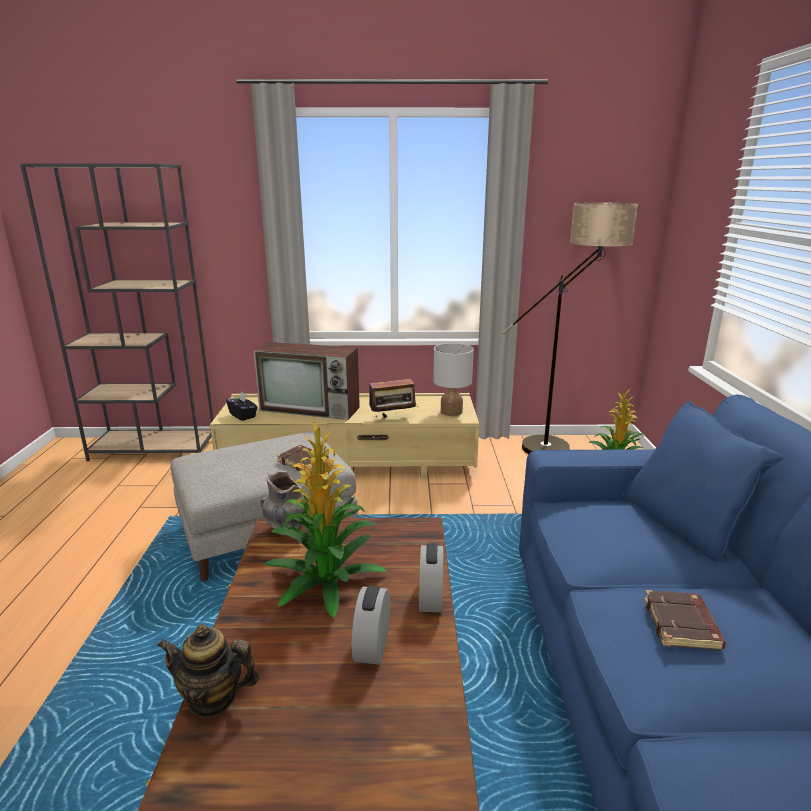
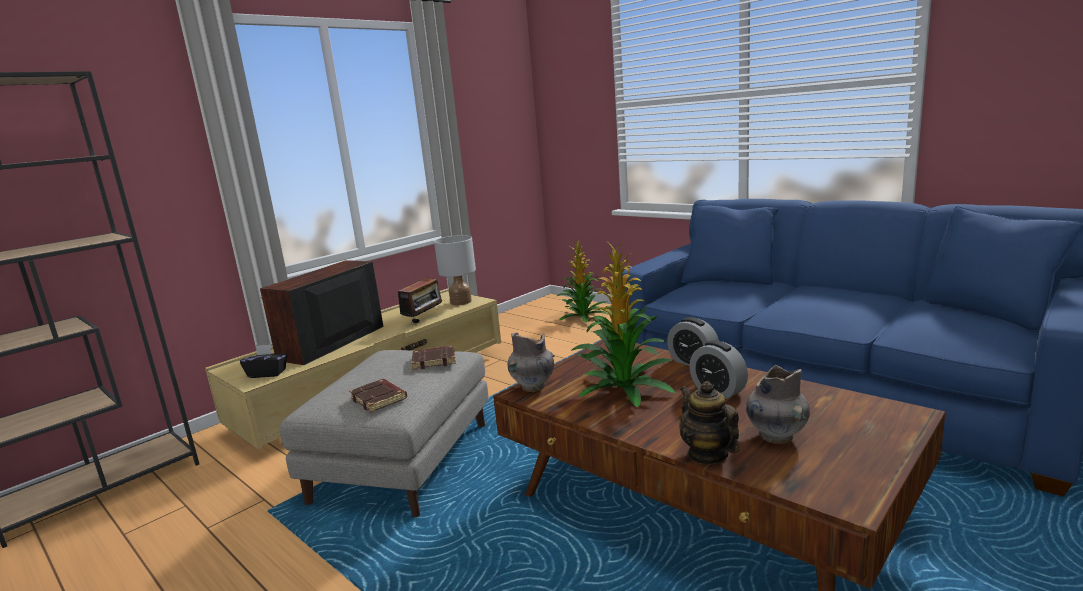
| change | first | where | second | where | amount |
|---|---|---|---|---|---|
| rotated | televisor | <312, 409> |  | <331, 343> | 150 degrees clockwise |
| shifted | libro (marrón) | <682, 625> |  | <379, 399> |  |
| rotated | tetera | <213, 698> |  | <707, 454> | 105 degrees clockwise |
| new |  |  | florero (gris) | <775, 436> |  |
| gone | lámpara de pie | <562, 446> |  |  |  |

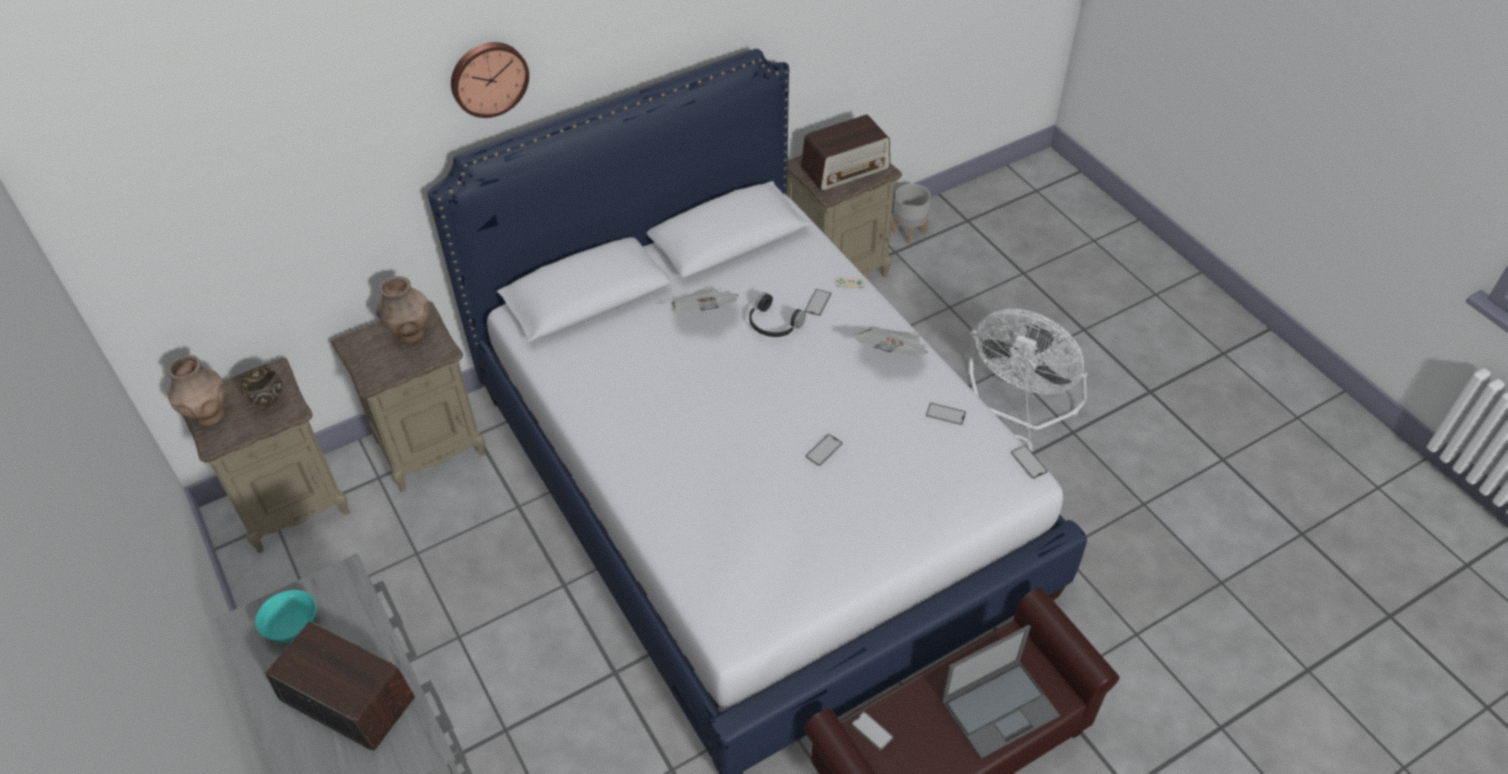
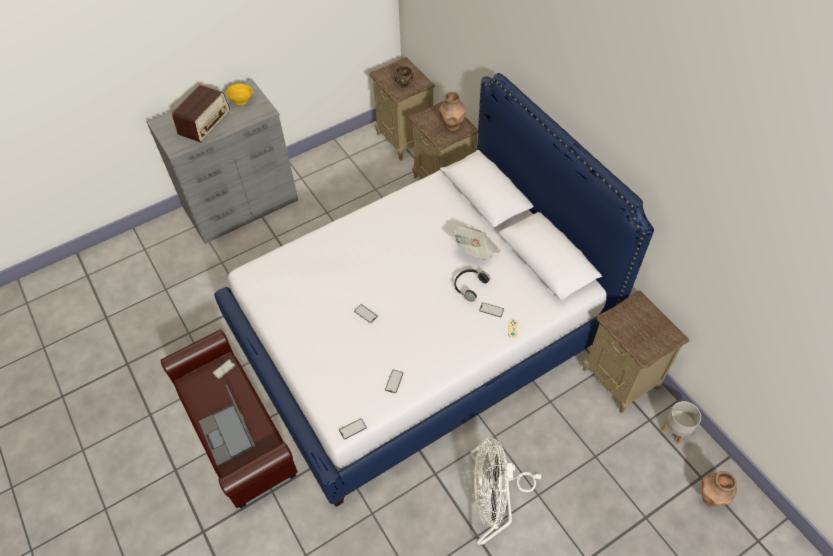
| change | first | where | second | where | amount |
|---|---|---|---|---|---|
| repainted | cuenco (turquesa) | <294, 628> | cuenco (amarillo) | <242, 101> |  |
| rotated | ventilador (blanco) | <1017, 409> |  | <496, 496> | 150 degrees clockwise |
| shifted | florero (marrón) | <210, 415> |  | <710, 497> |  |
| gone | reloj de pared | <488, 78> |  |  |  |
| gone | radio | <845, 168> |  |  |  |
| gone | periódico | <892, 354> |  |  |  |

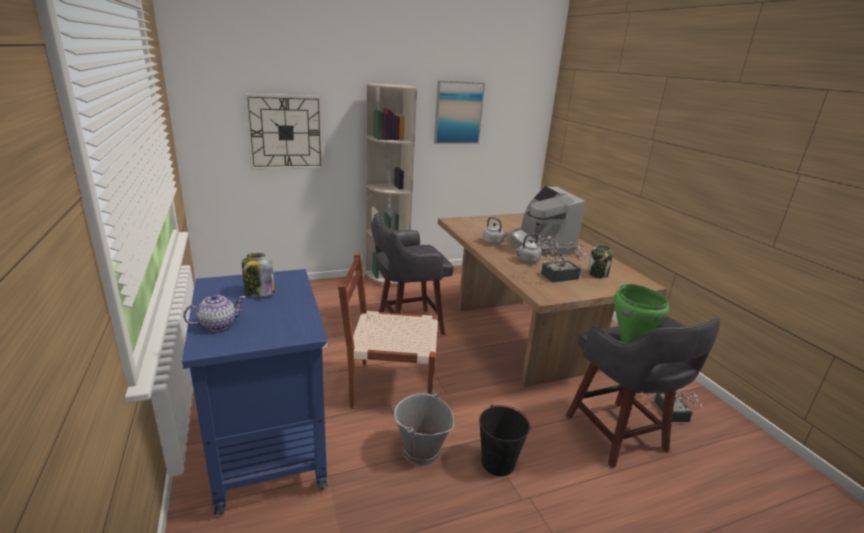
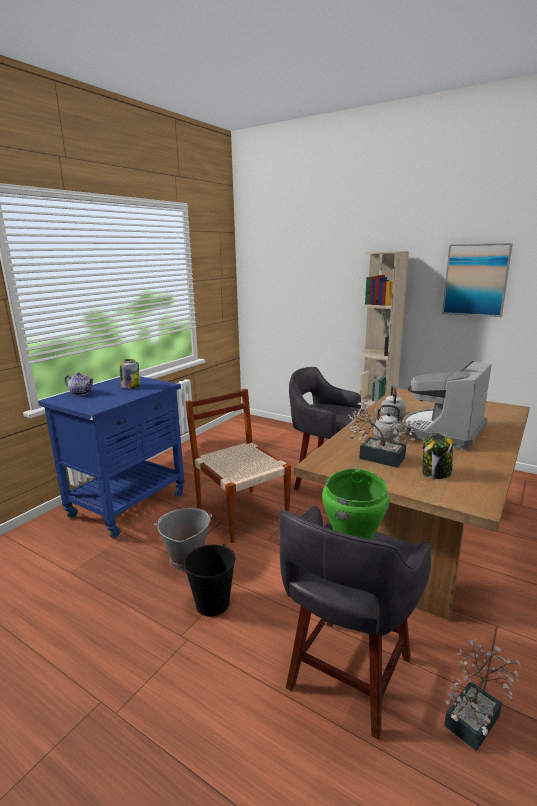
| change | first | where | second | where | amount |
|---|---|---|---|---|---|
| gone | reloj de pared | <285, 132> |  |  |  |

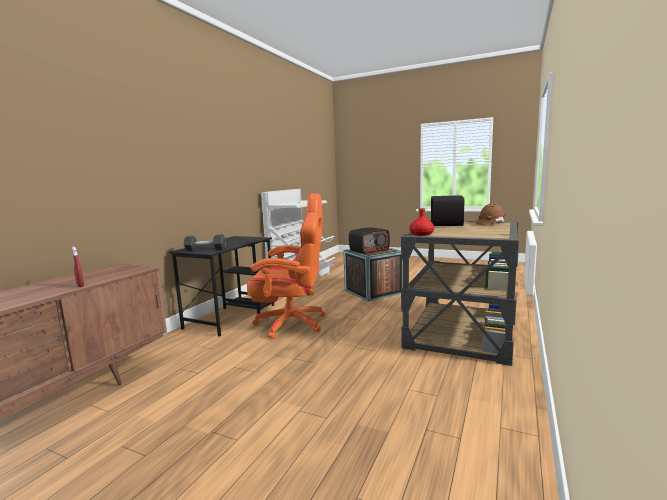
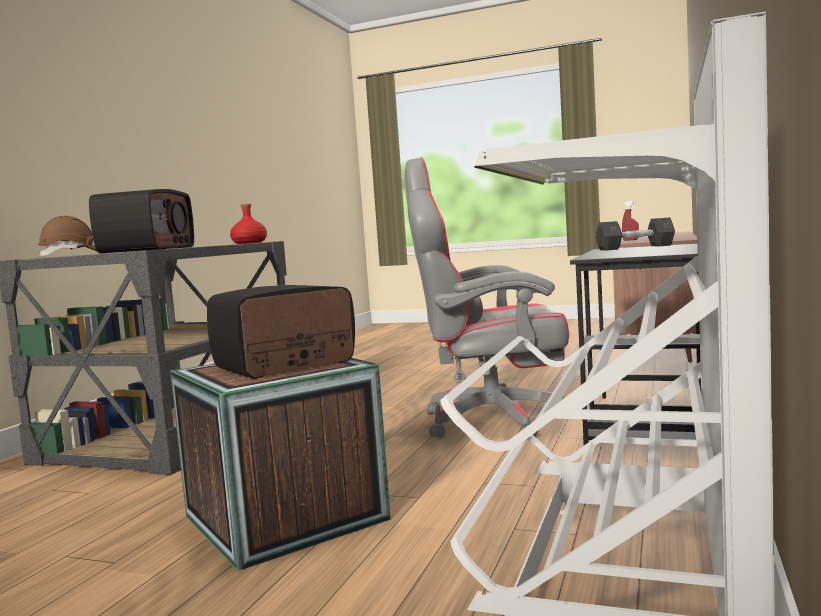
| change | first | where | second | where | amount |
|---|---|---|---|---|---|
| repainted | silla de oficina (naranja) | <290, 324> | silla de oficina (gris) | <493, 420> |  |

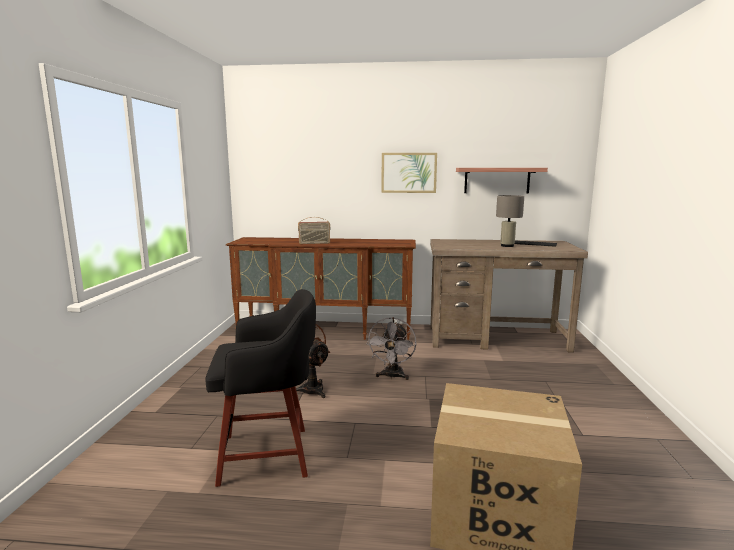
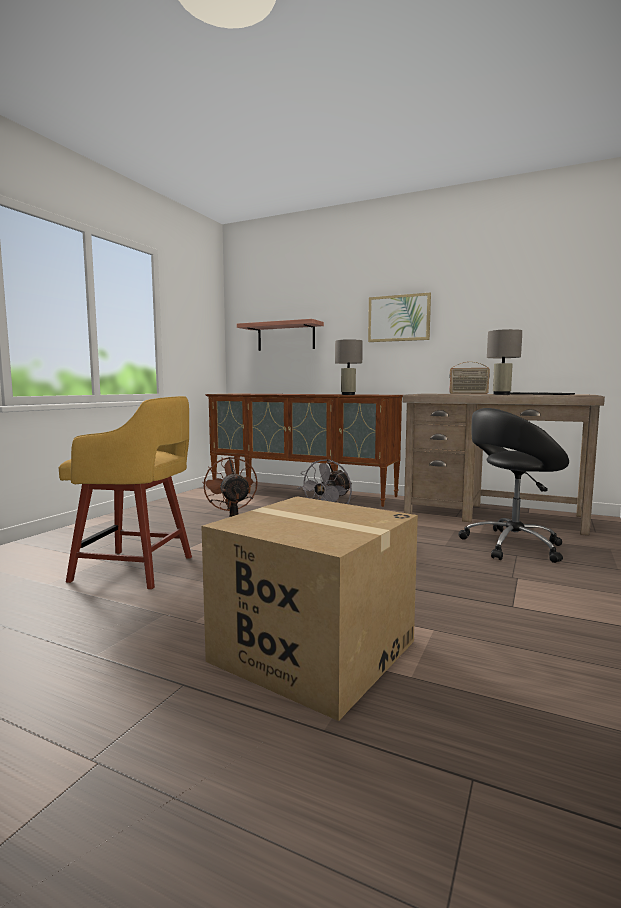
| change | first | where | second | where | amount |
|---|---|---|---|---|---|
| repainted | taburete (negro) | <268, 455> | taburete (amarillo) | <136, 569> |  |
| shifted | estante | <497, 180> |  | <286, 337> |  |
| new |  |  | lámpara de mesa (gris) | <348, 394> |  |
| shifted | radio | <314, 243> |  | <468, 393> |  |
| new |  |  | silla de oficina (negro) | <510, 546> |  |

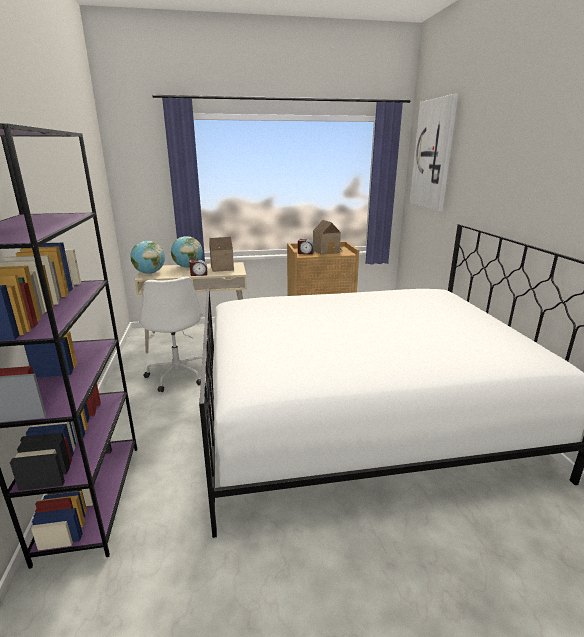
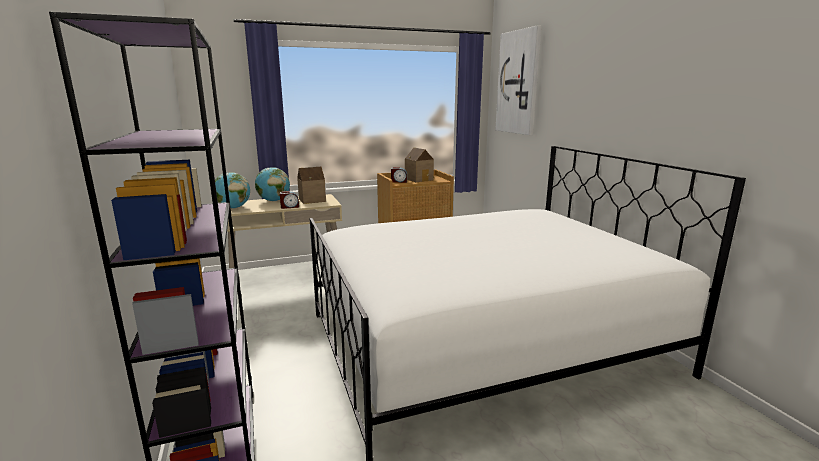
| change | first | where | second | where | amount |
|---|---|---|---|---|---|
| gone | silla de oficina (blanco) | <178, 377> |  |  |  |

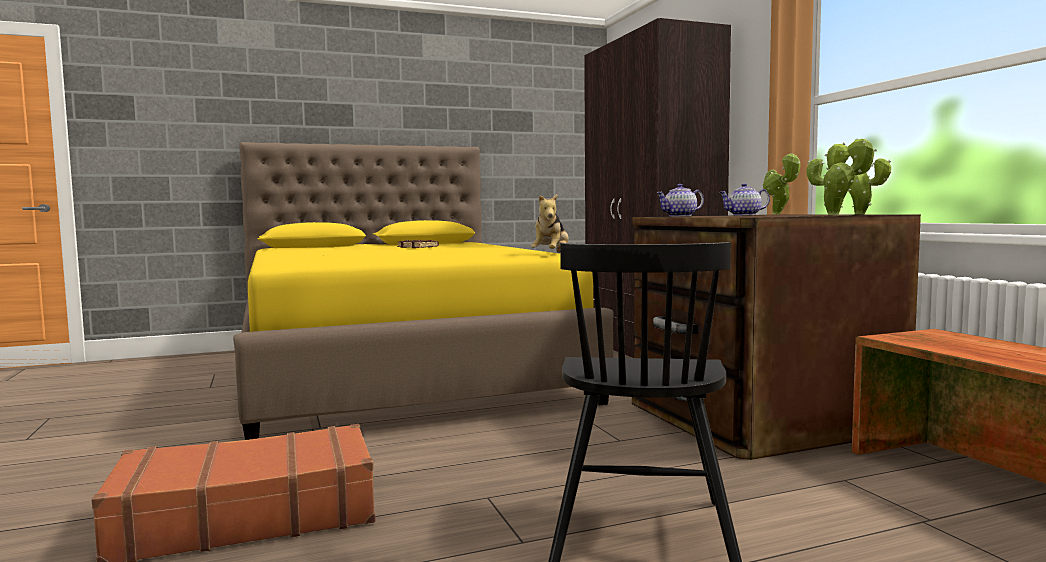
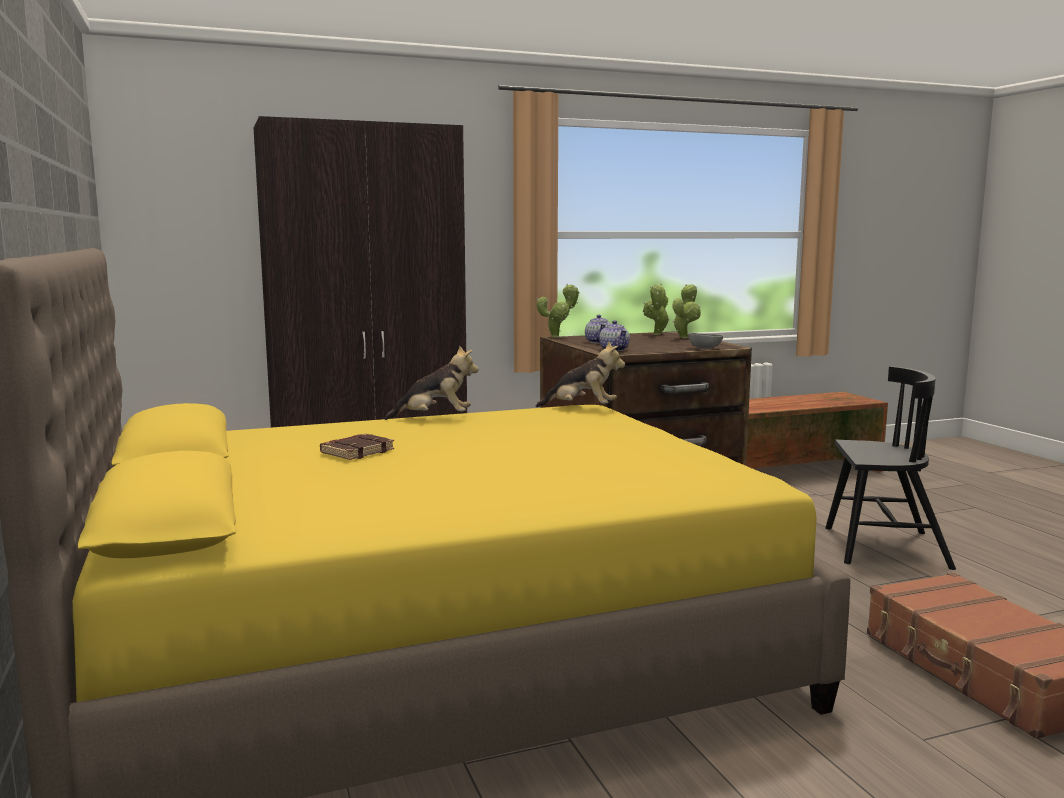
| change | first | where | second | where | amount |
|---|---|---|---|---|---|
| new |  |  | peluche | <435, 418> |  |
| new |  |  | cuenco (gris) | <704, 348> |  |

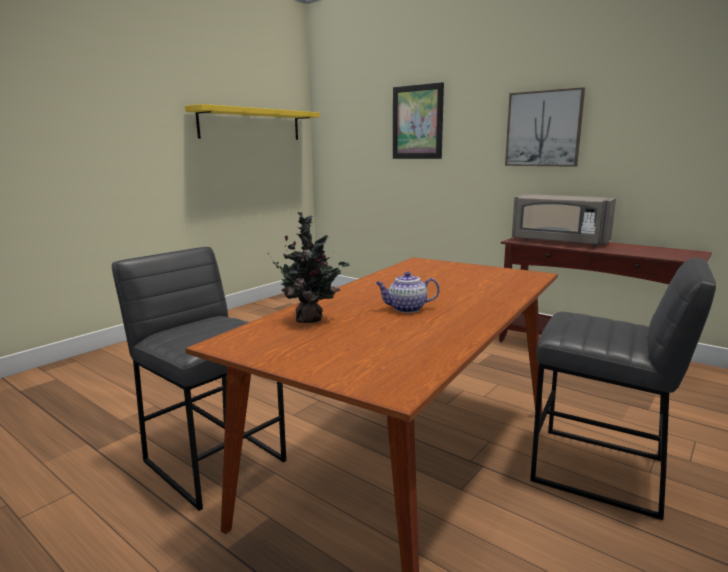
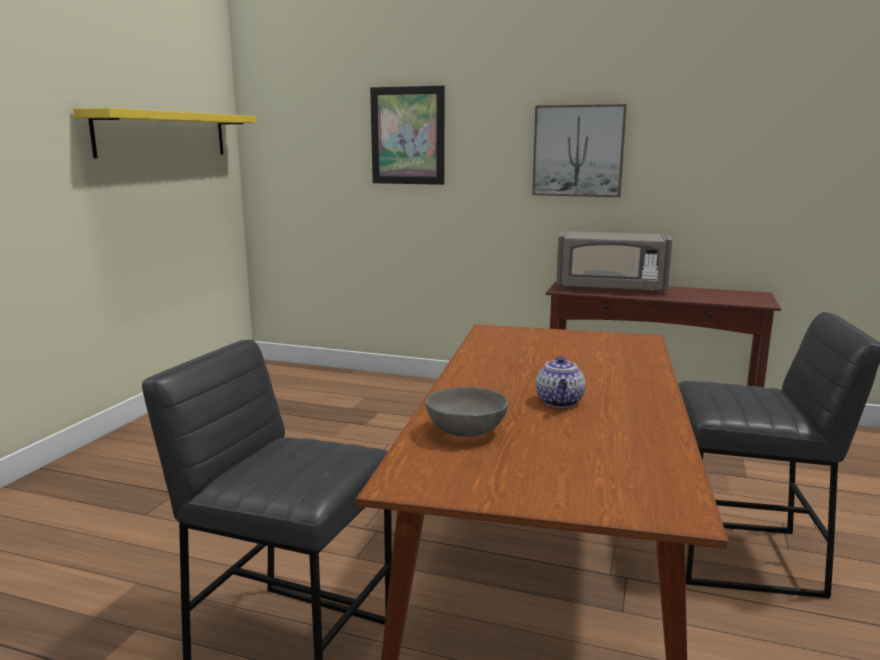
| change | first | where | second | where | amount |
|---|---|---|---|---|---|
| swapped | planta en maceta | <311, 319> | cuenco (gris) | <467, 432> |  |
| rotated | tetera | <406, 309> |  | <560, 402> | 60 degrees counterclockwise |

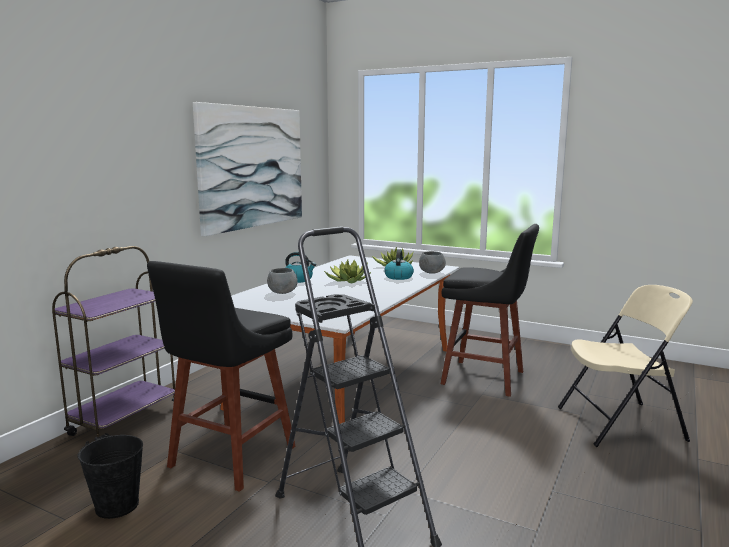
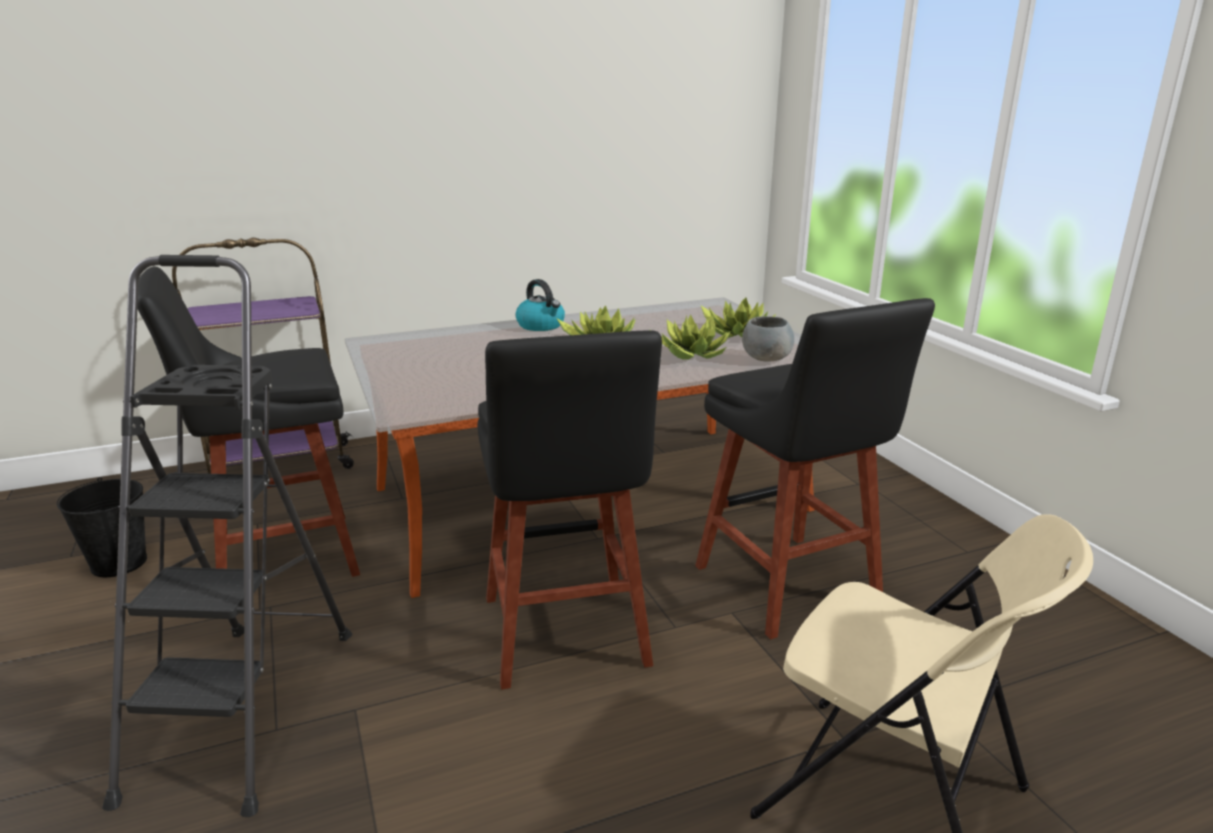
| change | first | where | second | where | amount |
|---|---|---|---|---|---|
| new |  |  | taburete (negro) | <564, 634> |  |
| swapped | hervidor | <398, 277> | planta en maceta | <690, 354> |  |
| gone | cuadro | <252, 167> |  |  |  |
| gone | cuenco (gris) | <282, 292> |  |  |  |

